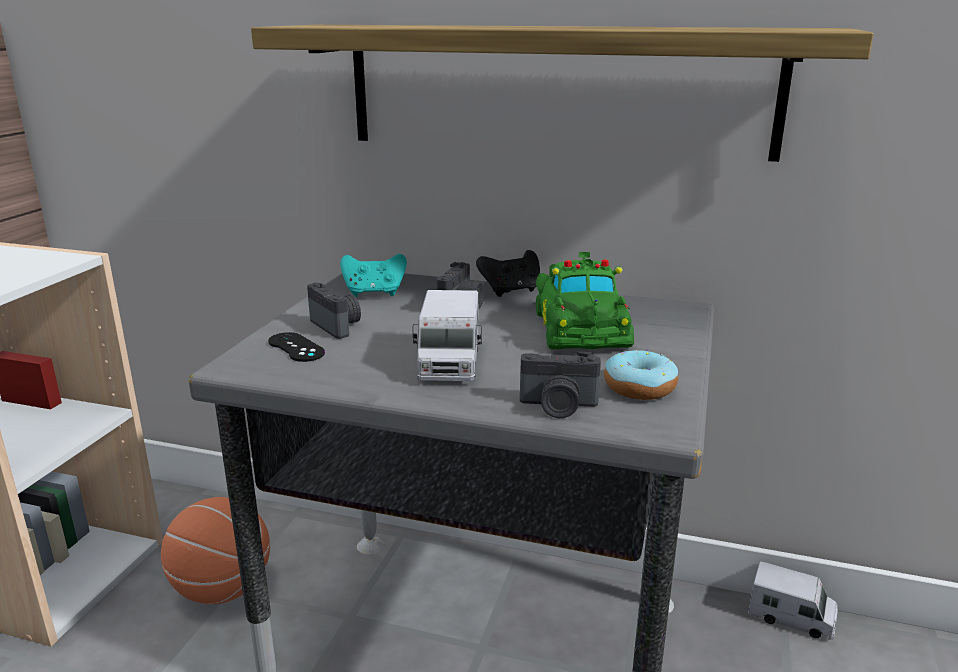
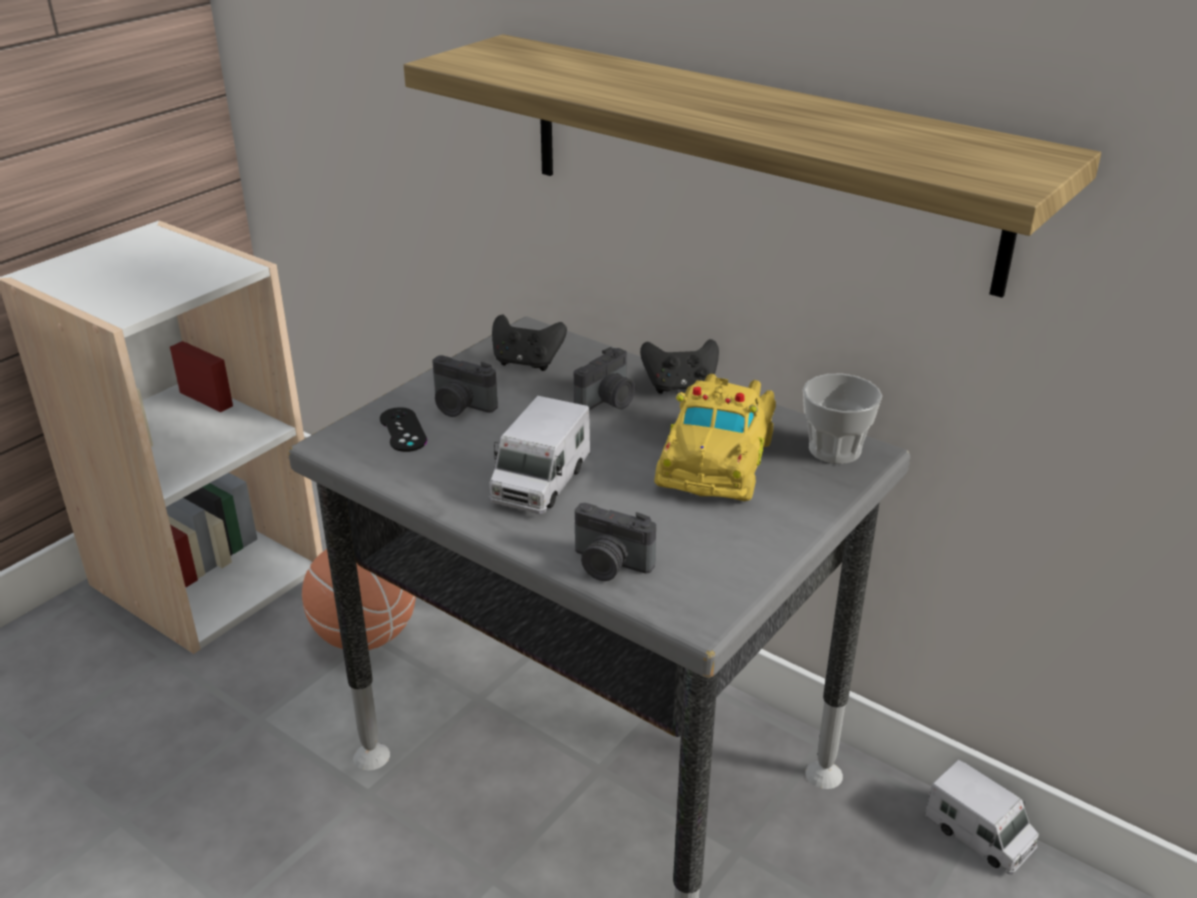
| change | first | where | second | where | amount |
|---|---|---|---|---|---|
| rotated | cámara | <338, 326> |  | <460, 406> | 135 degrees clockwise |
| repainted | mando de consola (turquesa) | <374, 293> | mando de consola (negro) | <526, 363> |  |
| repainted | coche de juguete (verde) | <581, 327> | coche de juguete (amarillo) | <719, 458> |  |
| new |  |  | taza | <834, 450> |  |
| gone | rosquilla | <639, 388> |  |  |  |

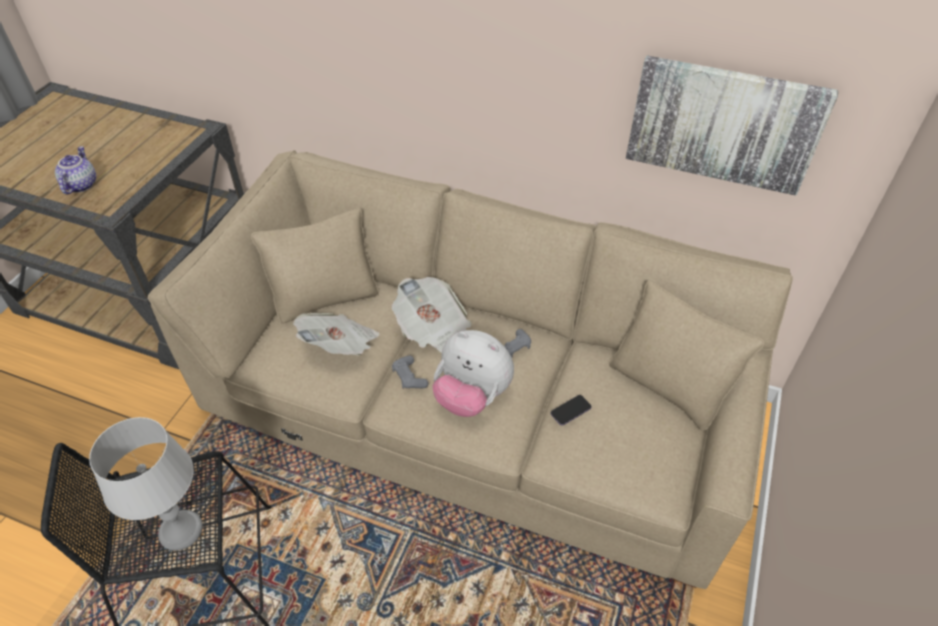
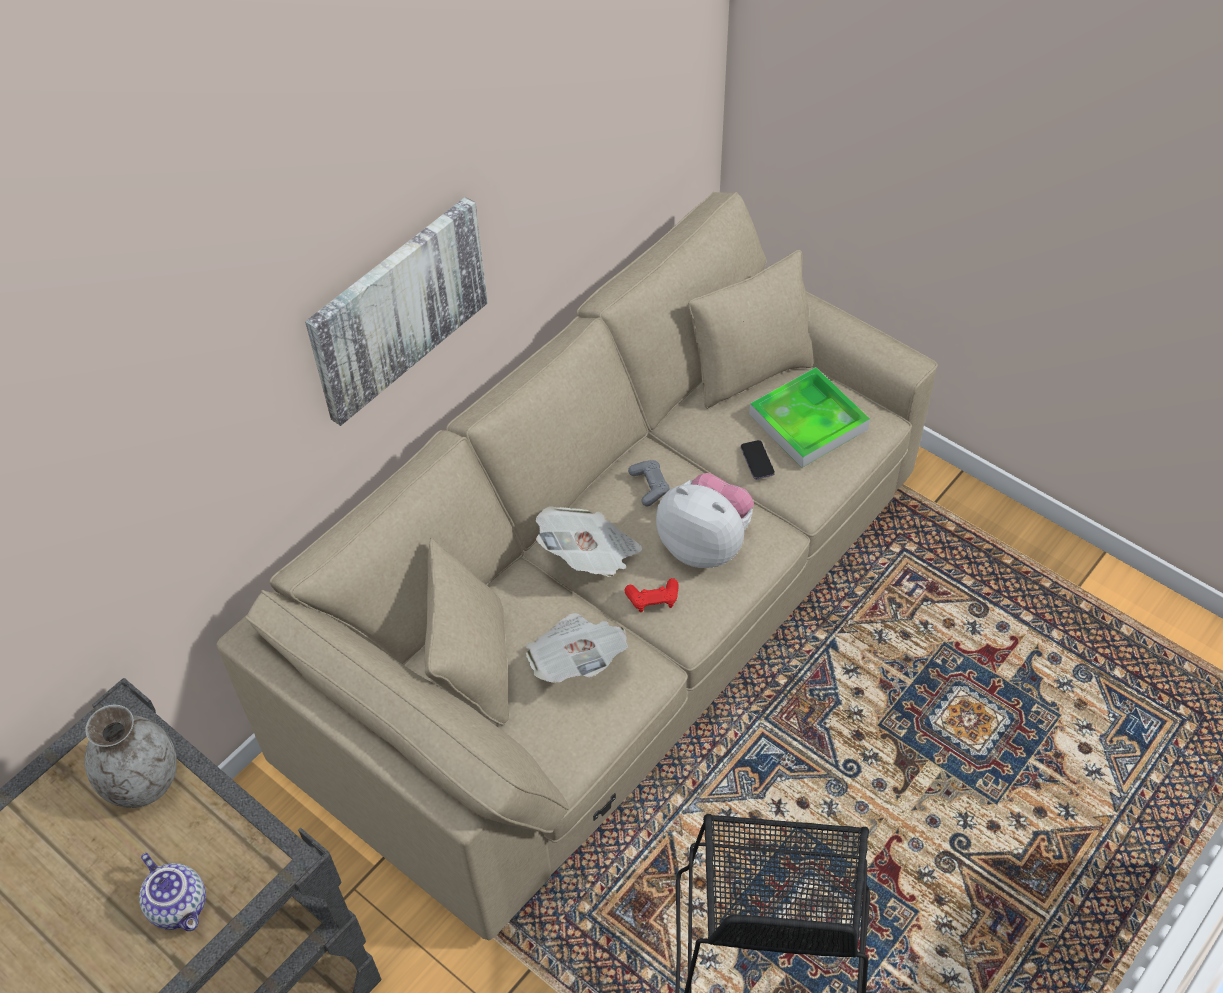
| change | first | where | second | where | amount |
|---|---|---|---|---|---|
| new |  |  | florero (gris) | <143, 781> |  |
| rotated | tetera | <80, 185> |  | <180, 905> | 150 degrees counterclockwise |
| shifted | cuadro | <724, 124> |  | <397, 308> |  |
| repainted | mando de consola (gris) | <409, 377> | mando de consola (rojo) | <653, 599> |  |
| rotated | peluche | <472, 396> |  | <705, 544> | 105 degrees counterclockwise |
| new |  |  | bandeja | <808, 422> |  |
| gone | lámpara de mesa (gris) | <180, 531> |  |  |  |

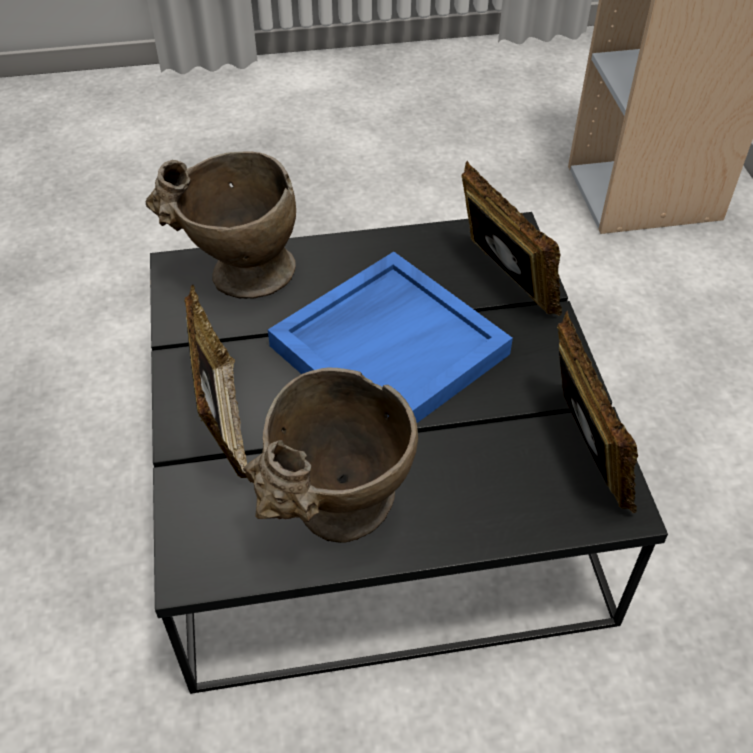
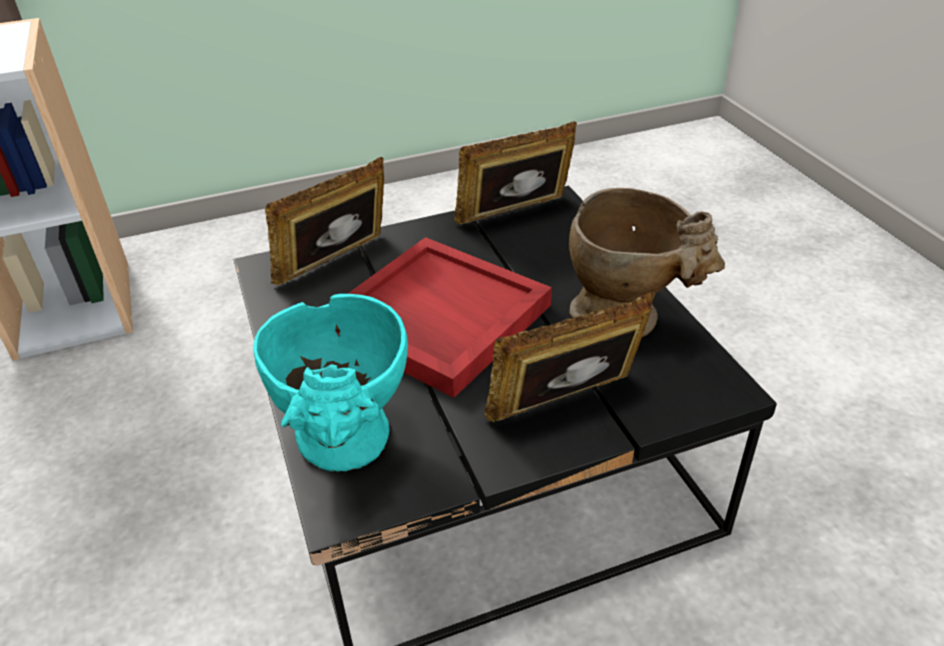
| change | first | where | second | where | amount |
|---|---|---|---|---|---|
| repainted | florero (beis) | <237, 276> | florero (turquesa) | <348, 448> |  |
| repainted | bandeja (azul) | <389, 348> | bandeja (rojo) | <436, 318> |  |

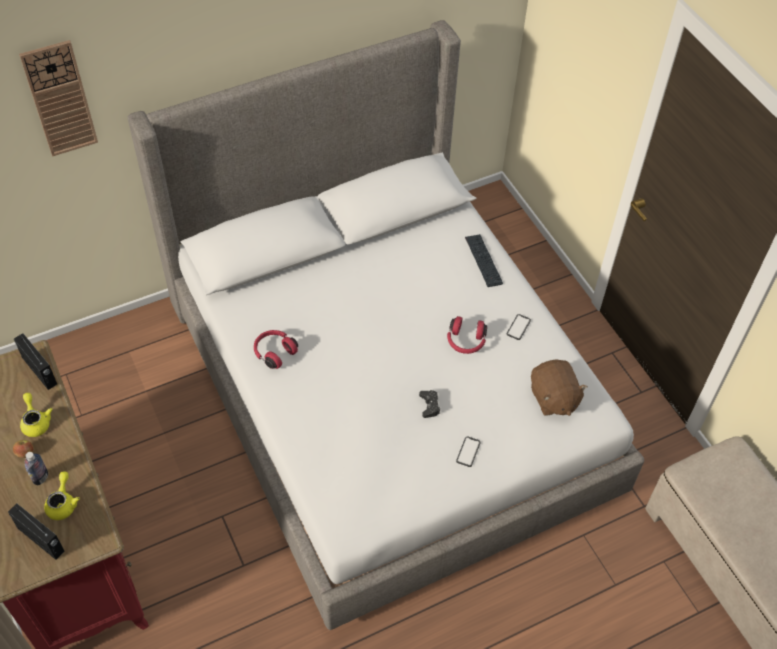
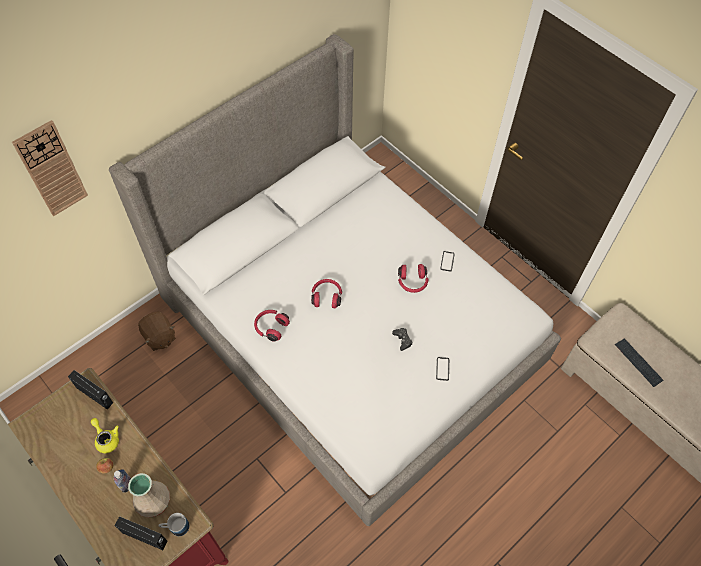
| change | first | where | second | where | amount |
|---|---|---|---|---|---|
| swapped | tetera (amarillo) | <63, 503> | florero (beis) | <152, 501> |  |
| shifted | peluche (marrón) | <553, 398> |  | <159, 337> |  |
| new |  |  | taza grande | <175, 527> |  |
| new |  |  | auriculares (rojo) | <326, 296> |  |
| shifted | teclado | <483, 261> |  | <638, 362> |  |

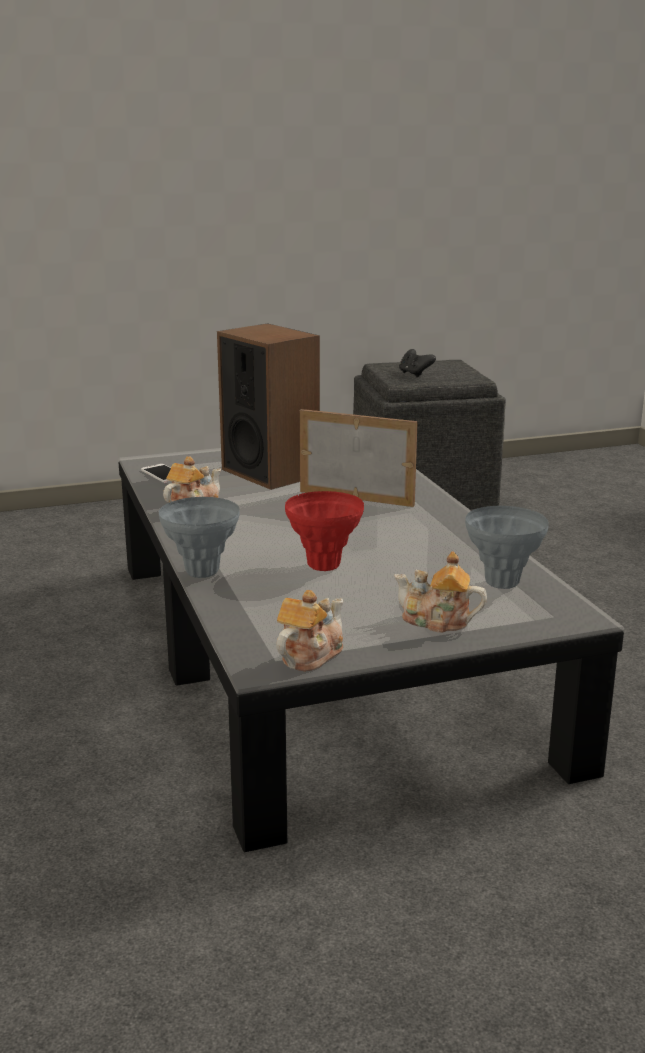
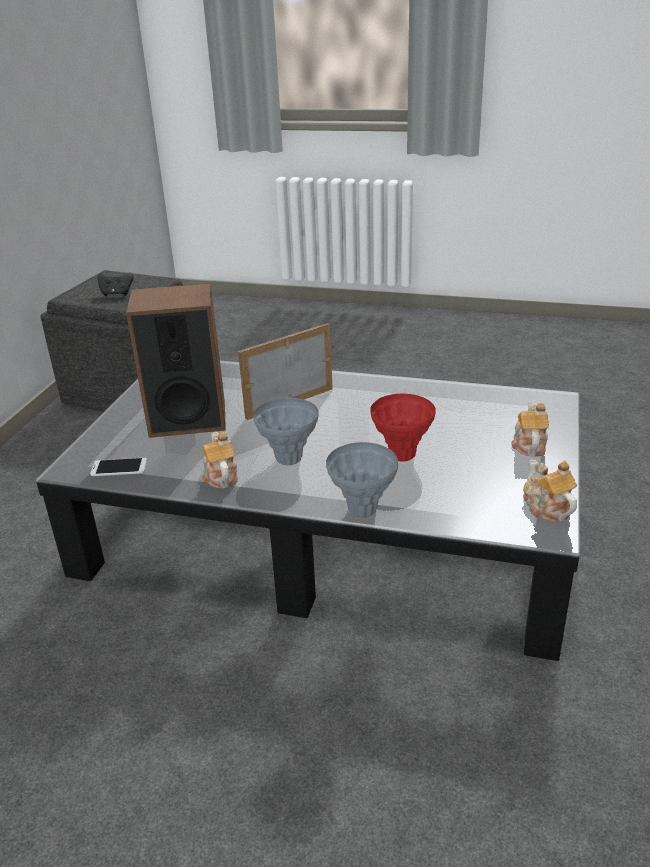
| change | first | where | second | where | amount |
|---|---|---|---|---|---|
| shifted | florero (gris) | <502, 583> |  | <289, 459> |  |
| rotated | tetera | <437, 621> |  | <528, 445> | 135 degrees clockwise |

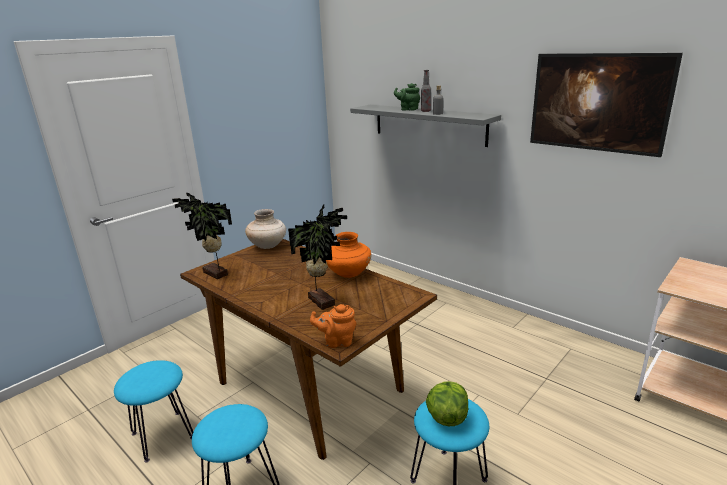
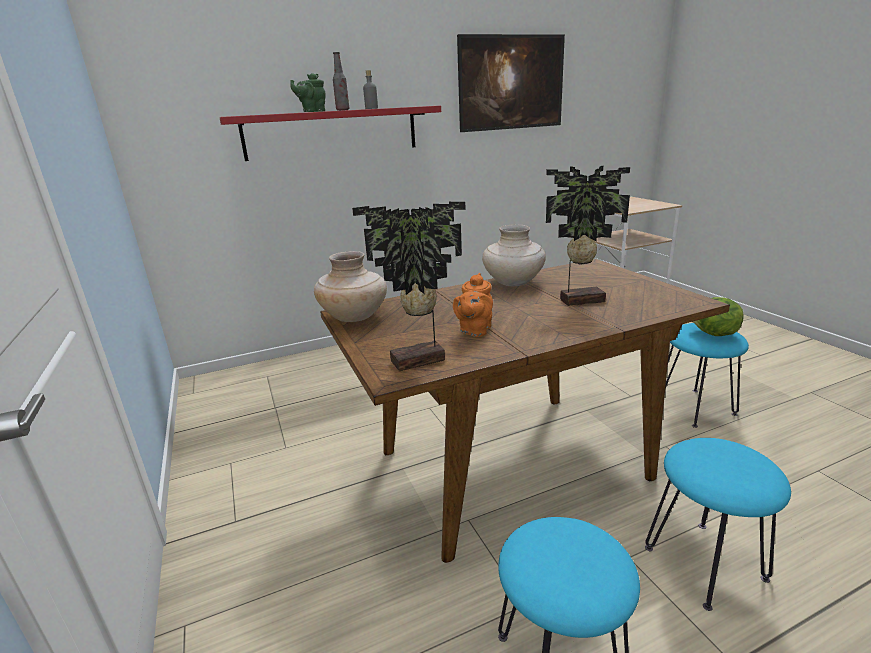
| change | first | where | second | where | amount |
|---|---|---|---|---|---|
| repainted | estante (gris) | <428, 124> | estante (rojo) | <332, 133> |  |
| shifted | tetera (naranja) | <337, 341> |  | <474, 330> |  |
| repainted | florero (naranja) | <348, 273> | florero (beis) | <513, 283> |  |

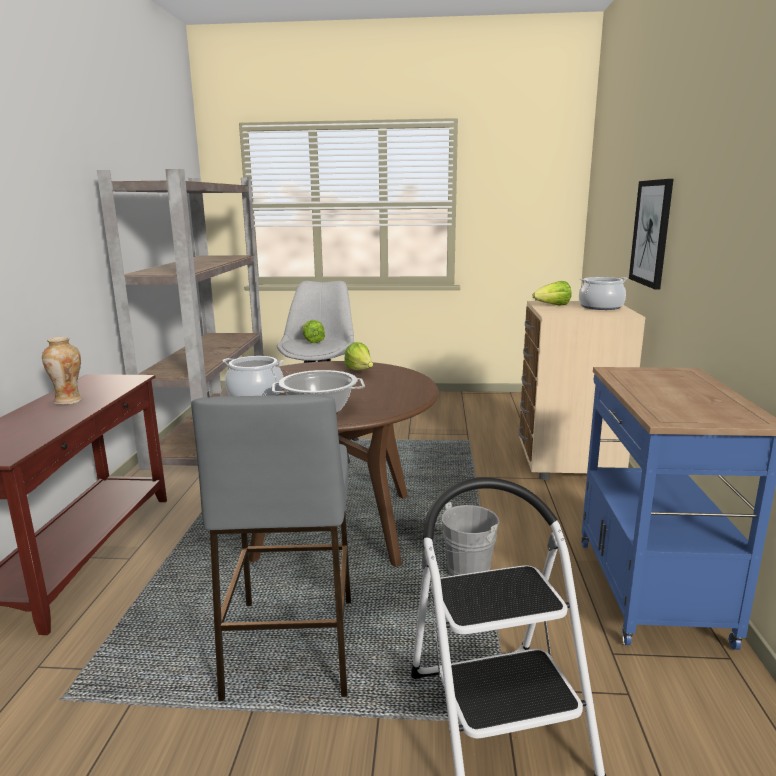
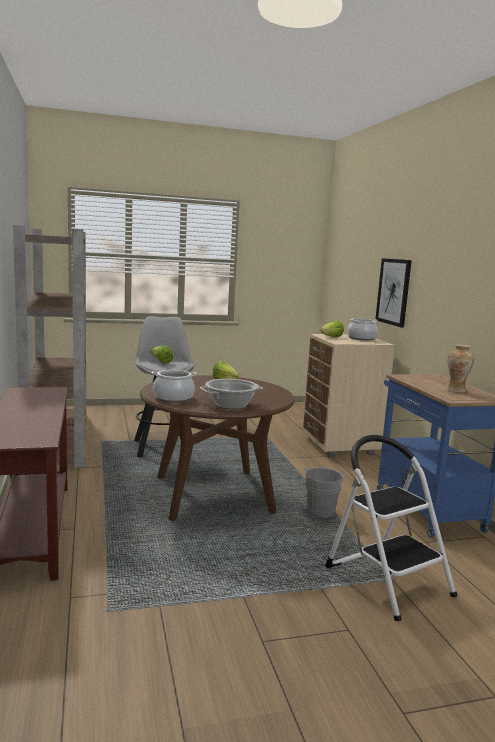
| change | first | where | second | where | amount |
|---|---|---|---|---|---|
| shifted | florero | <68, 401> |  | <456, 390> |  |
| gone | taburete (gris) | <291, 647> |  |  |  |

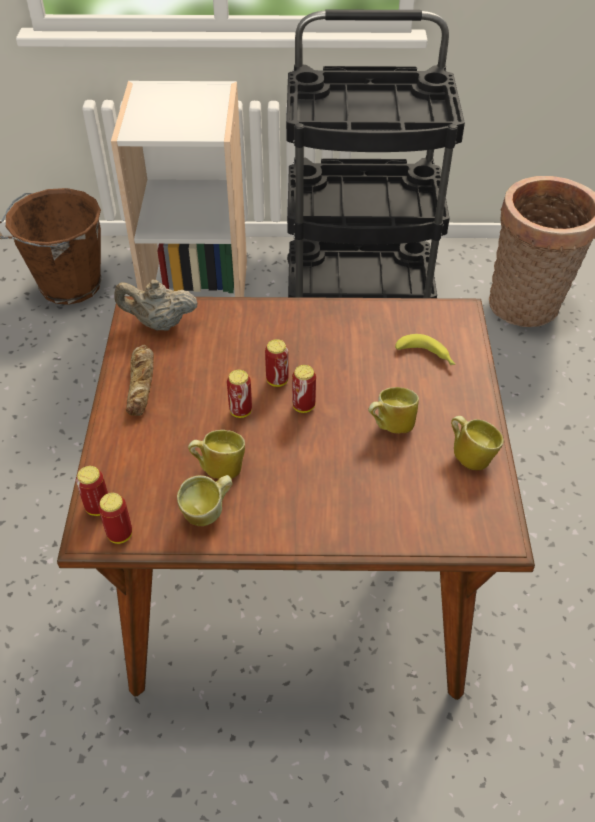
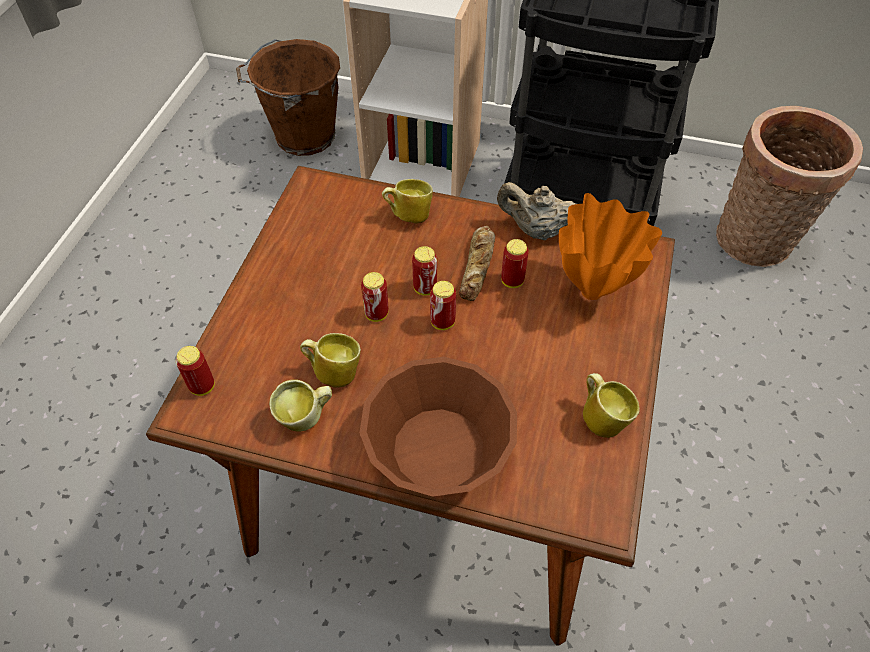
| change | first | where | second | where | amount |
|---|---|---|---|---|---|
| new |  |  | cuenco (marrón) | <439, 449> |  |
| shifted | taza grande | <390, 425> |  | <408, 215> |  |
| shifted | pan | <141, 384> |  | <478, 267> |  |
| shifted | tetera (beis) | <159, 323> |  | <536, 230> |  |
| shifted | lata | <120, 534> |  | <512, 281> |  |
| swapped | plátano | <427, 356> | florero (naranja) | <592, 293> |  |

